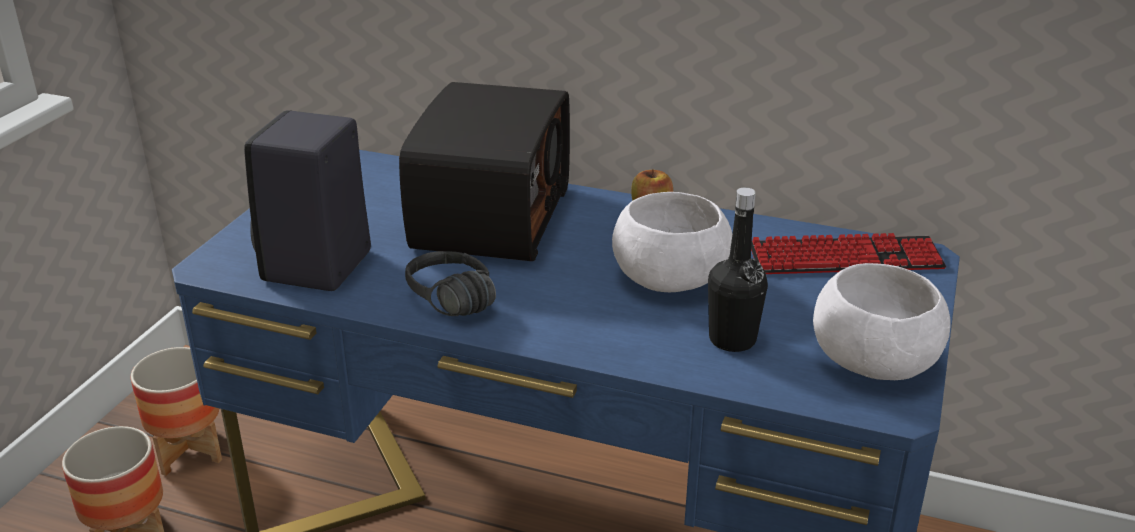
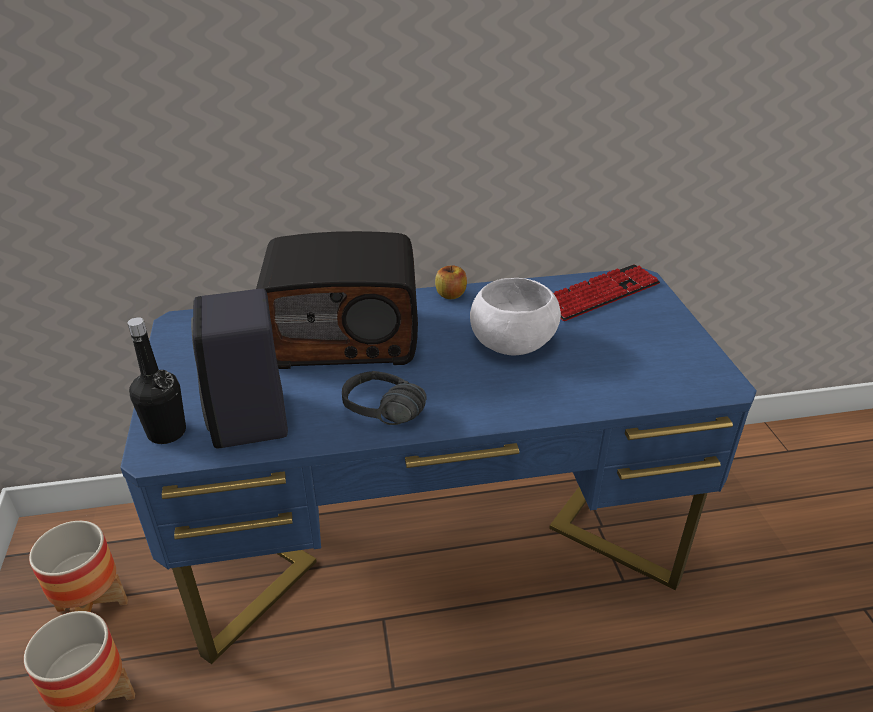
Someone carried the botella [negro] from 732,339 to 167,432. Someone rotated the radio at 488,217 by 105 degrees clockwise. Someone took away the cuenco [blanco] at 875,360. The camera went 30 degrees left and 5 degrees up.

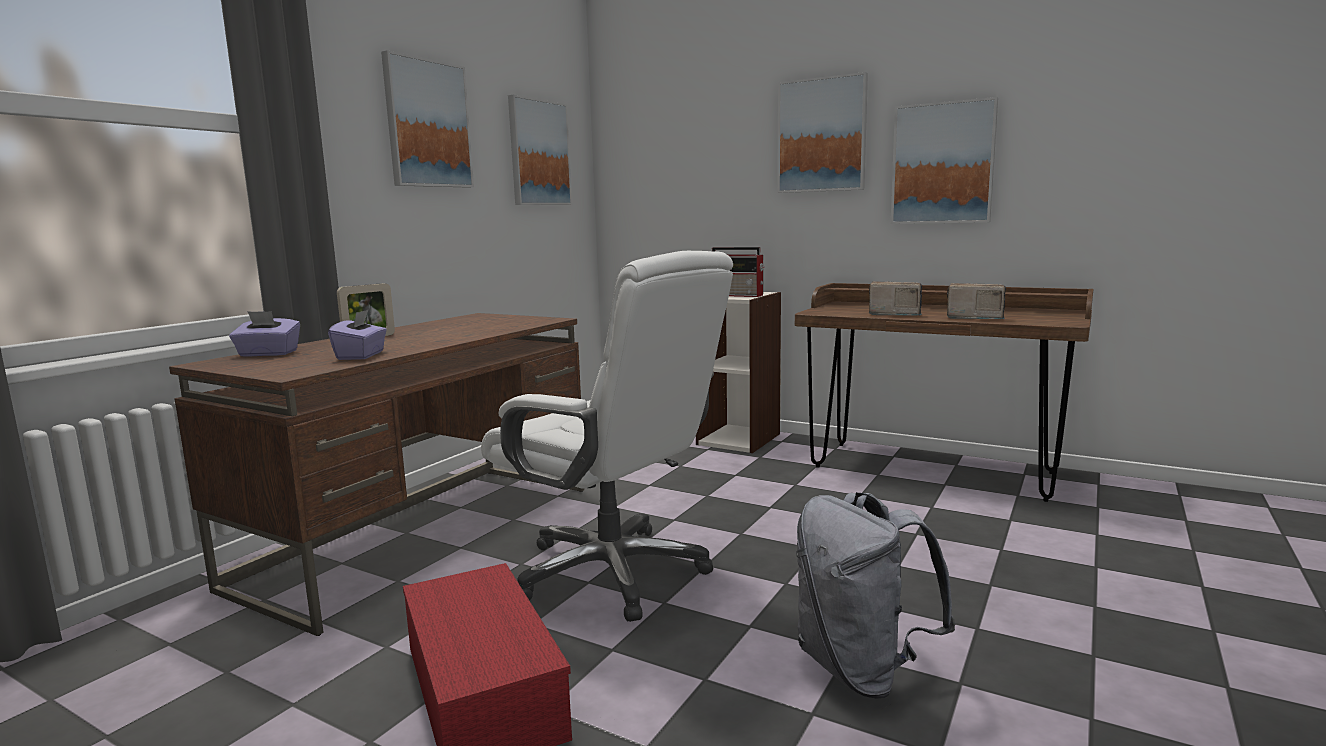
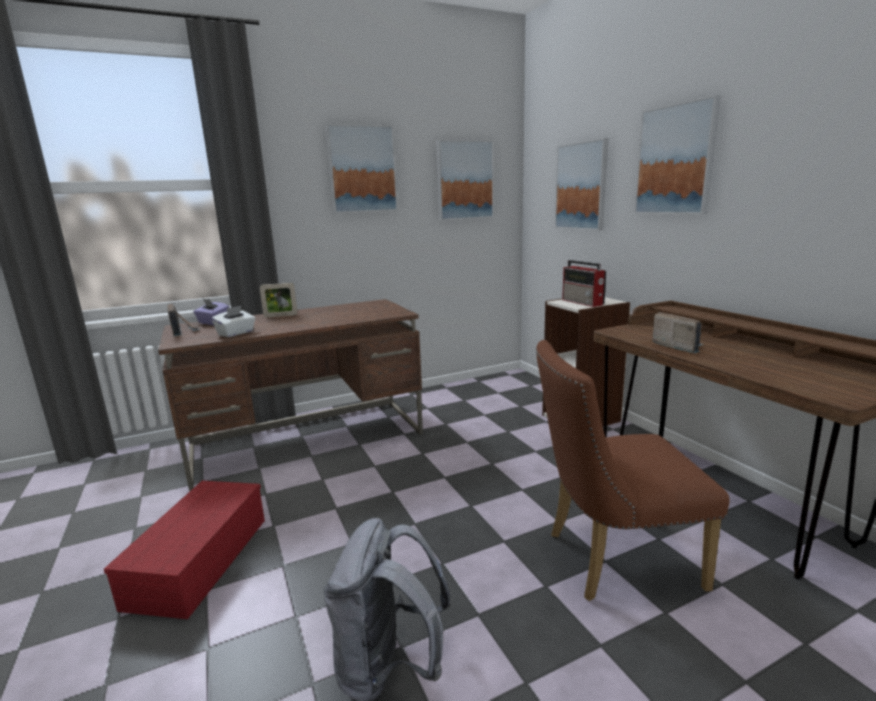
Someone carried the radio from 973,318 to 183,331. Someone repainted the caja de pañuelos [morado] at 361,356, which became the caja de pañuelos [blanco] at 236,333. Someone put down the silla [marrón] at 611,559. Someone carried the cuadro from 942,163 to 581,186. Someone took away the silla de oficina [blanco] at 613,572. The camera went 35 degrees right and 5 degrees up.

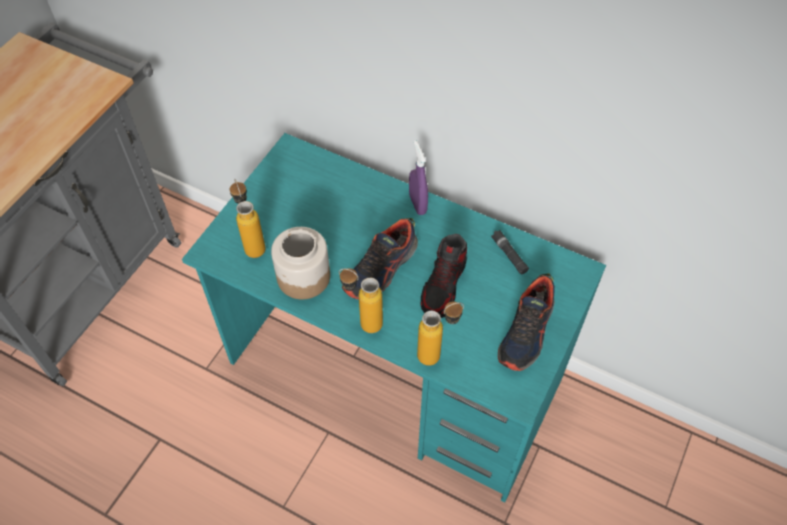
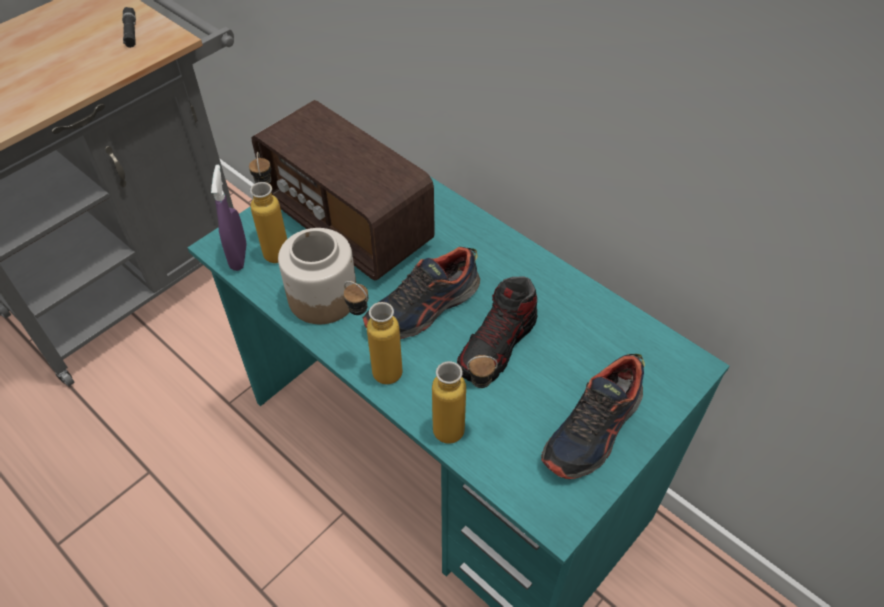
Someone carried the linterna [negro] from 509,255 to 131,32. Someone carried the pulverizador [morado] from 417,204 to 239,257. Someone put down the radio at 349,223. The camera went 15 degrees right and 5 degrees down.

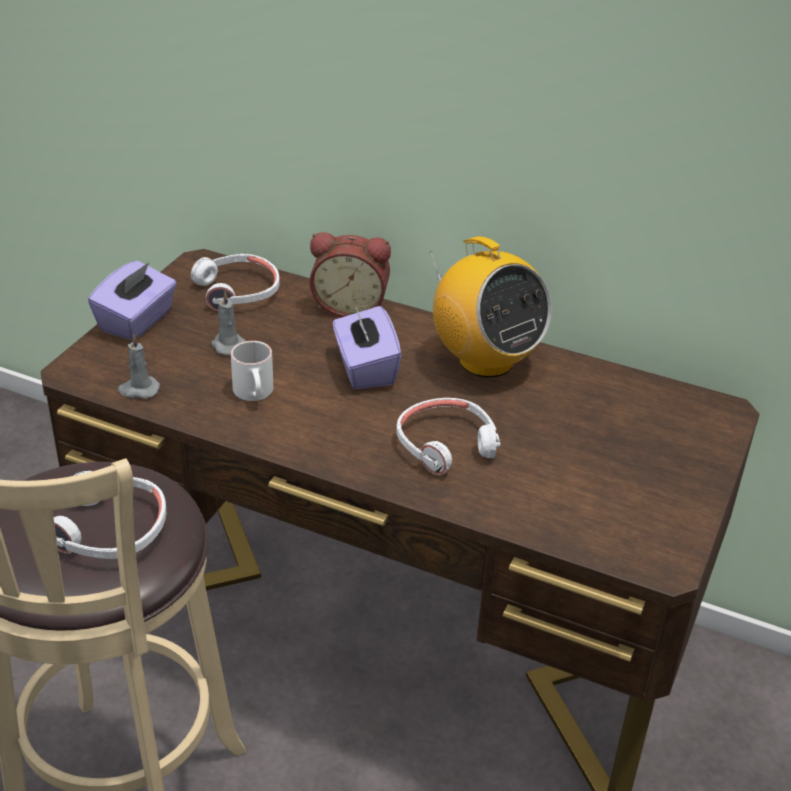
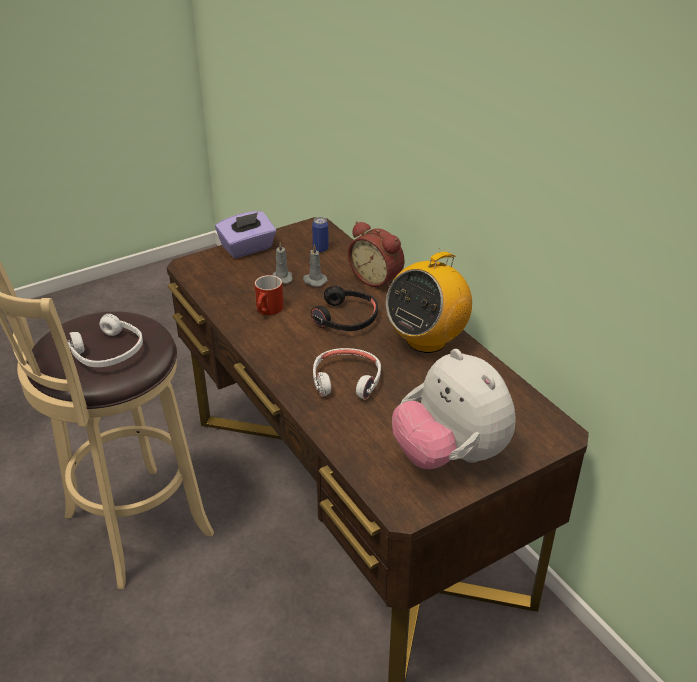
Someone repainted the taza grande [blanco] at 256,394, which became the taza grande [rojo] at 268,311. Someone carried the vela [gris] from 138,390 to 314,281. Someone swapped the caja de pañuelos [morado] at 365,368 for the auriculares [negro] at 346,318. Someone swapped the auriculares [blanco] at 238,291 for the lata at 320,249. Someone rotated the radio at 485,361 by 45 degrees clockwise. Someone put down the peluche at 450,455. The camera went 35 degrees right and 0 degrees up.

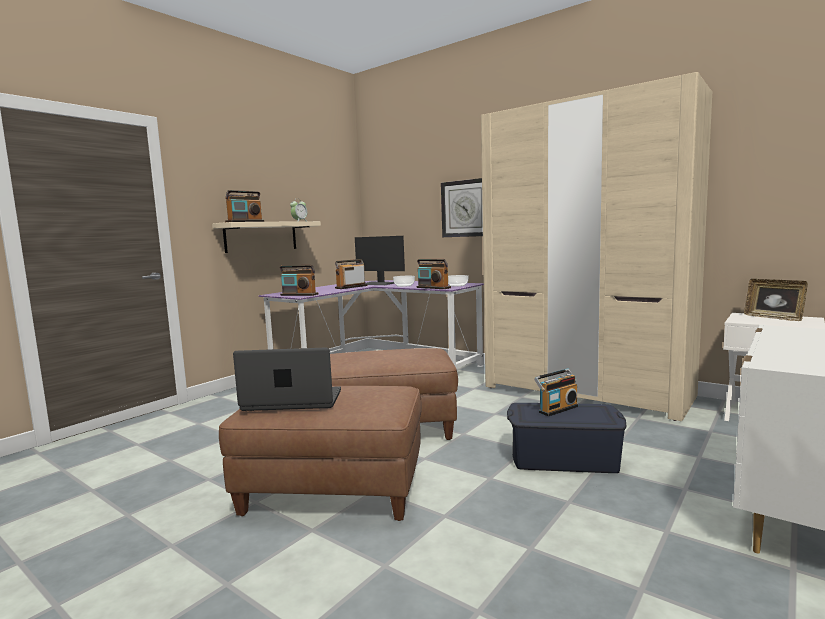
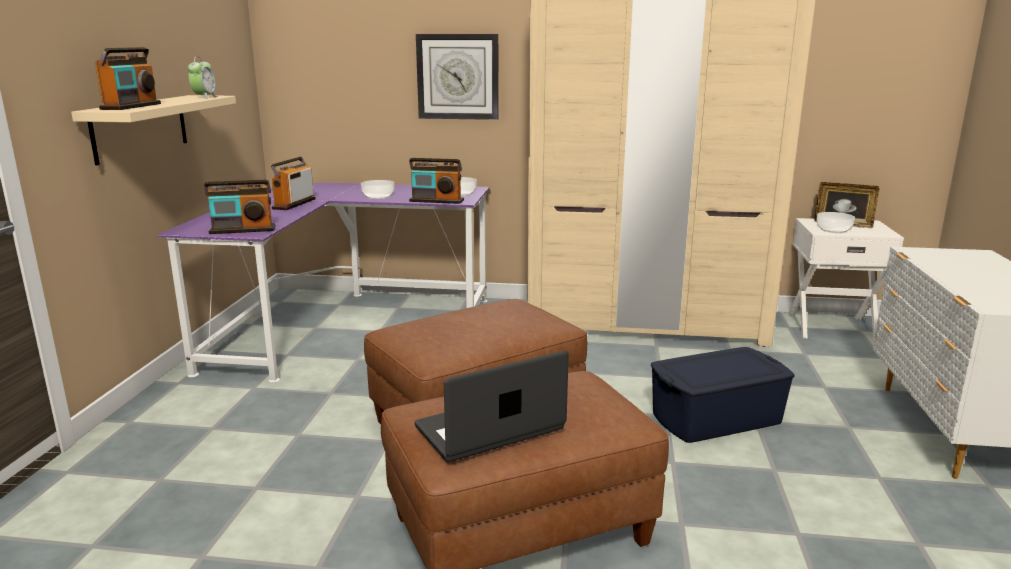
Someone put down the cuenco at 833,230. Someone took away the monitor at 378,283. Someone took away the radio at 557,409. The camera went 30 degrees left and 10 degrees up.

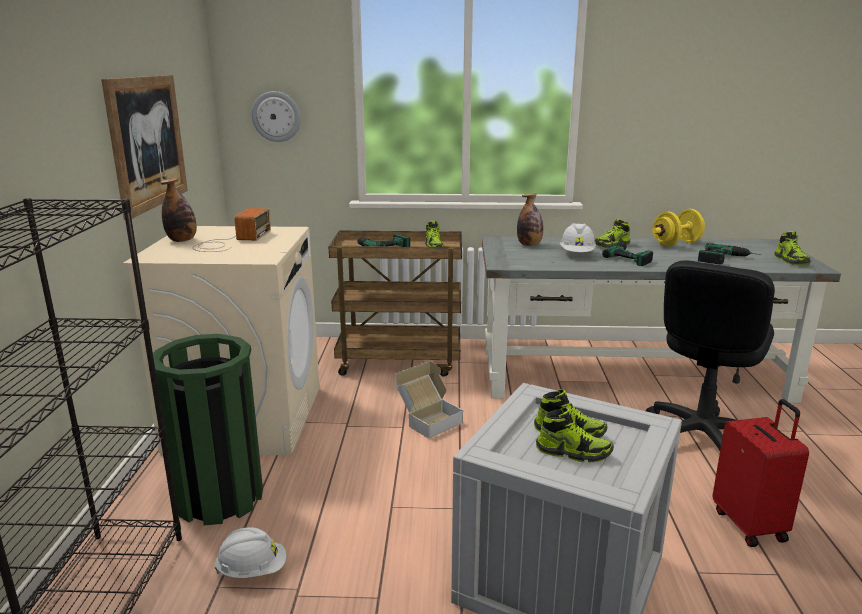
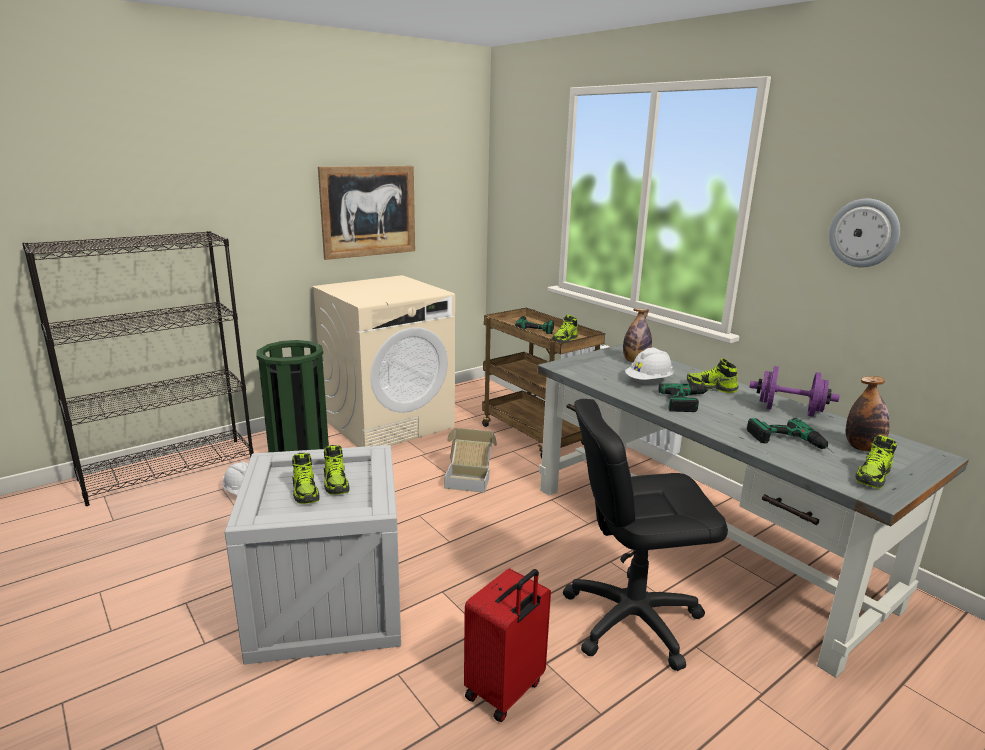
Someone repainted the mancuerna [amarillo] at 676,244, which became the mancuerna [morado] at 789,411. Someone carried the reloj de pared from 276,116 to 864,233. Someone carried the botella from 182,240 to 862,448. Someone took away the radio at 231,241. The camera went 50 degrees right and 0 degrees up.

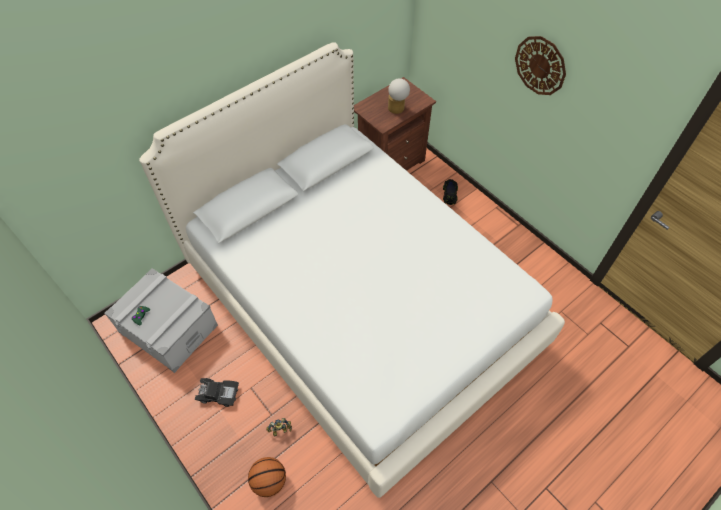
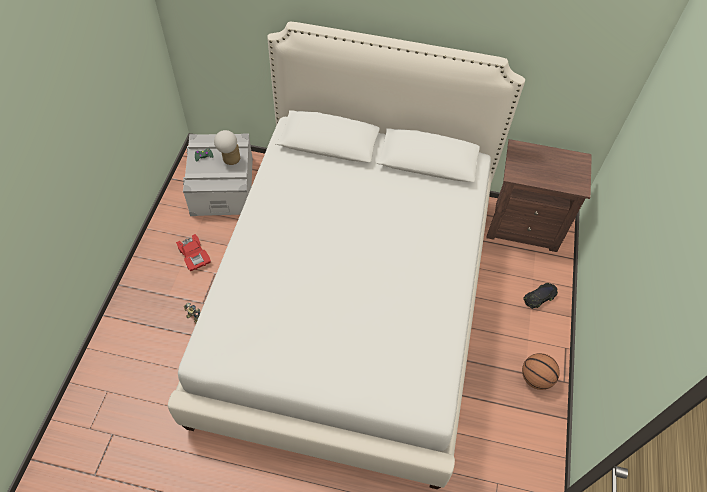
Someone repainted the coche de juguete [negro] at 218,393, which became the coche de juguete [rojo] at 194,255. Someone carried the lámpara de mesa from 397,110 to 229,160. Someone carried the balón de baloncesto from 269,481 to 535,378. Someone took away the reloj de pared at 540,65. The camera went 50 degrees right and 0 degrees up.

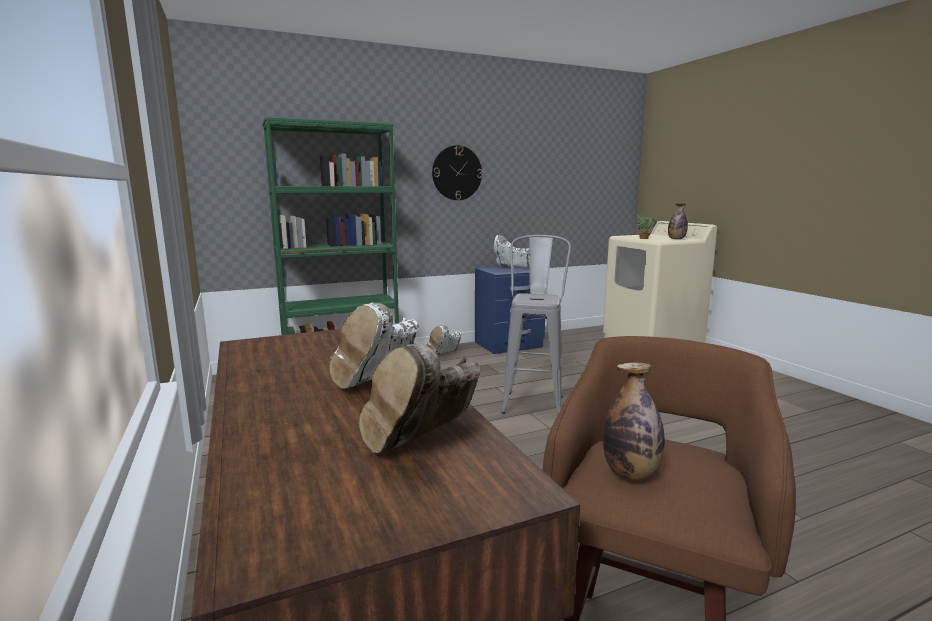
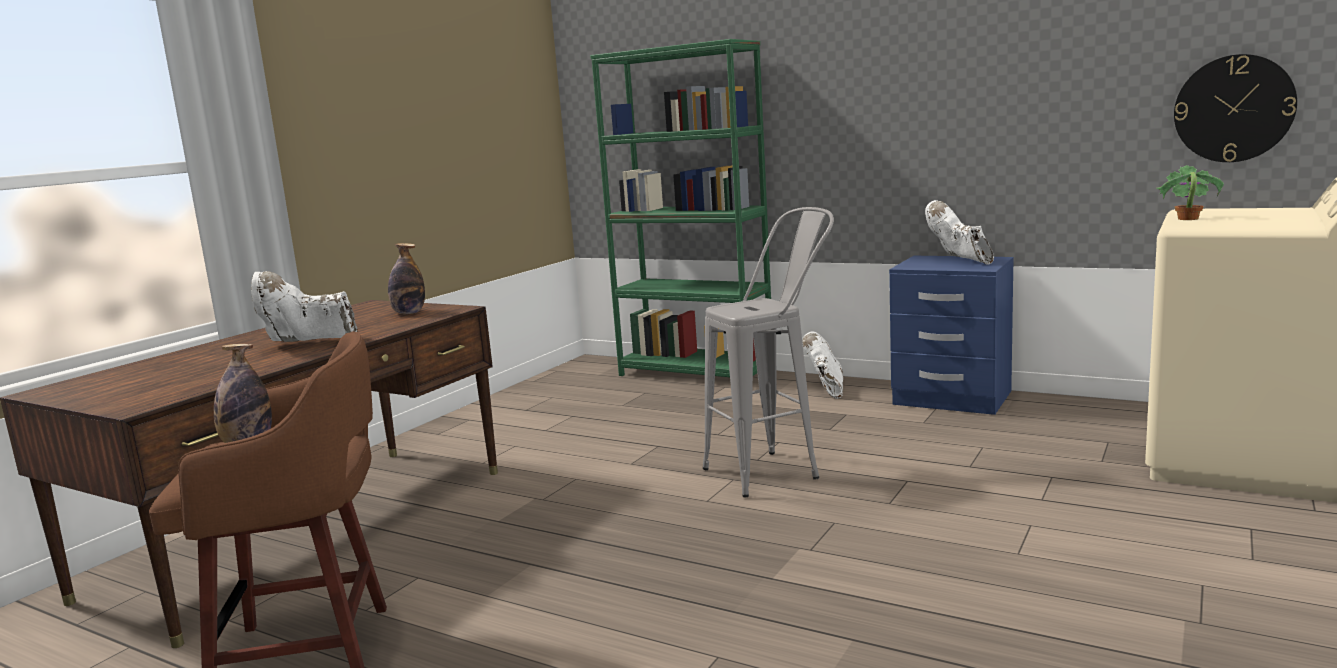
Someone carried the botella from 676,239 to 409,313. Someone rotated the bota [blanco] at 444,355 by 90 degrees clockwise. Someone carried the reloj de pared from 457,173 to 1233,108. Someone took away the bota [marrón] at 423,444. The camera went 55 degrees right and 0 degrees up.

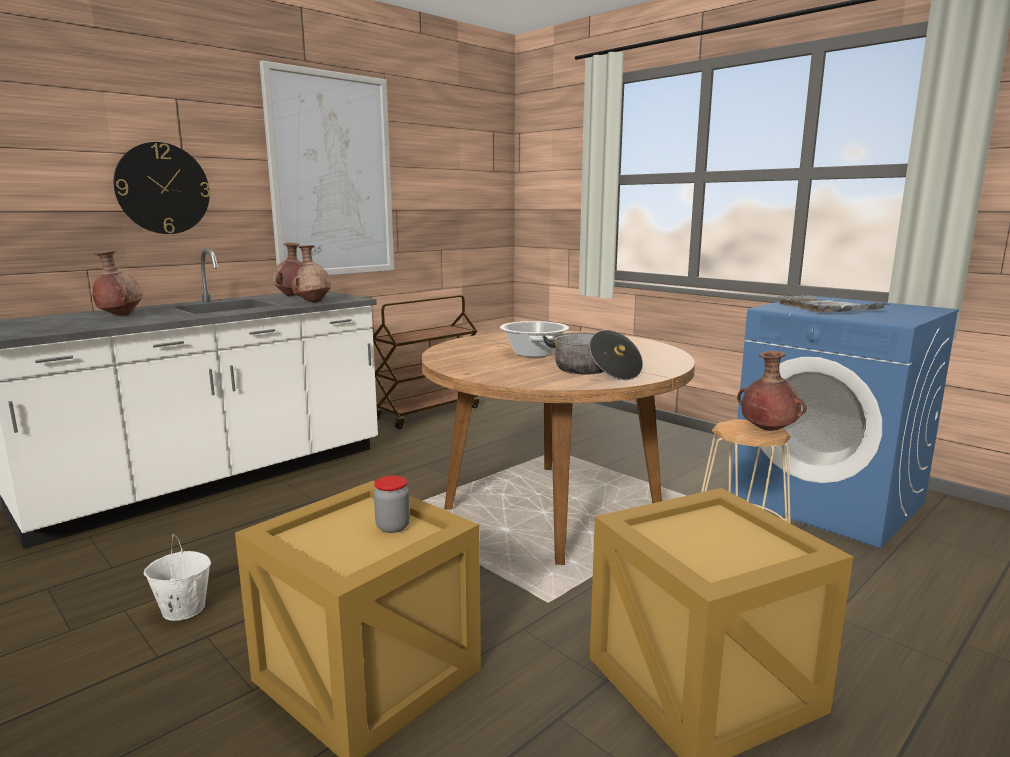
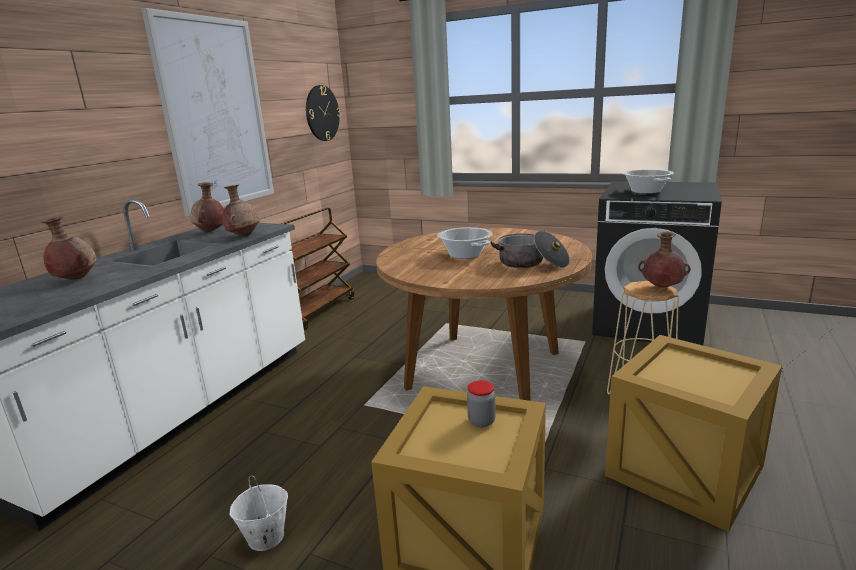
Someone carried the reloj de pared from 163,188 to 322,113. Someone repainted the lavadora [azul] at 828,501, which became the lavadora [negro] at 649,323. Someone swapped the bandeja [gris] at 827,308 for the olla at 645,191. The camera went 20 degrees left and 5 degrees up.

